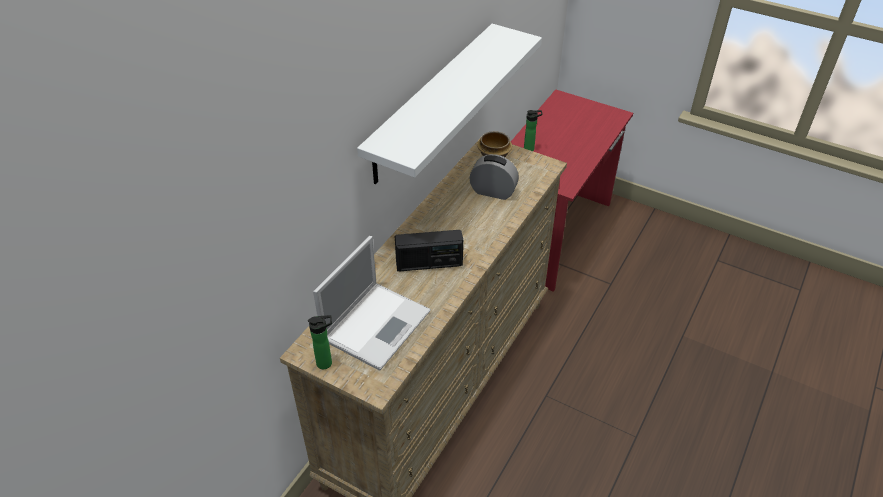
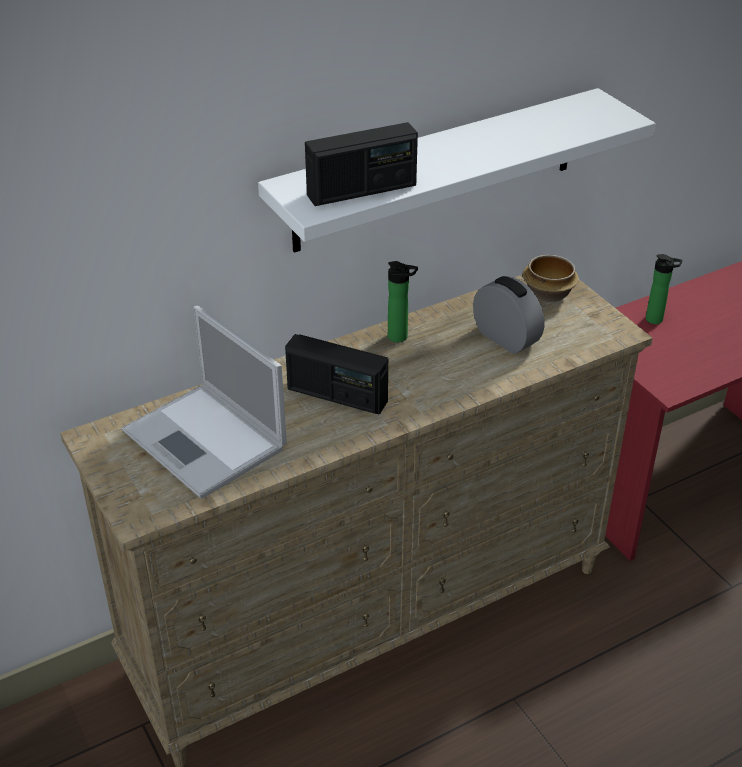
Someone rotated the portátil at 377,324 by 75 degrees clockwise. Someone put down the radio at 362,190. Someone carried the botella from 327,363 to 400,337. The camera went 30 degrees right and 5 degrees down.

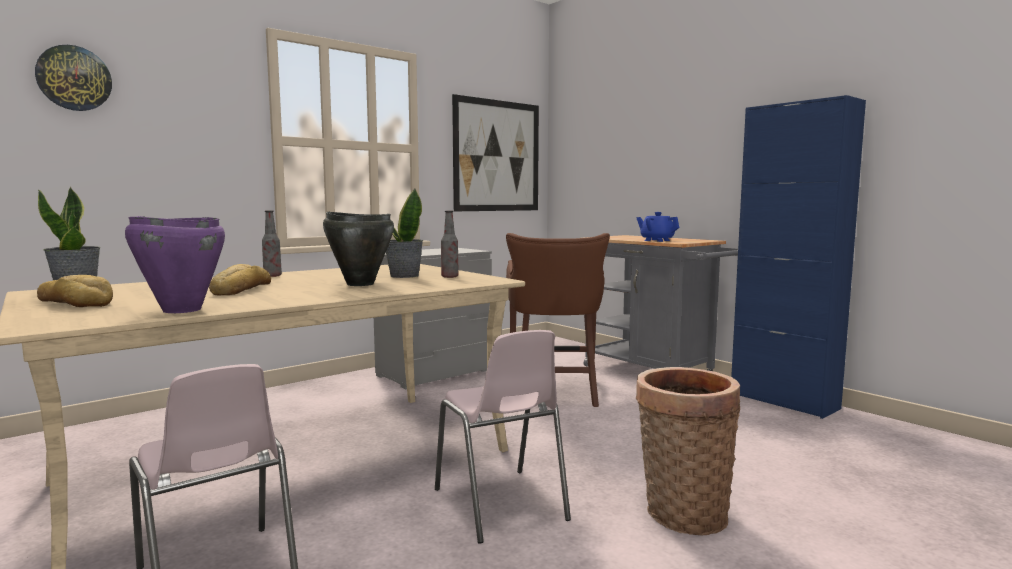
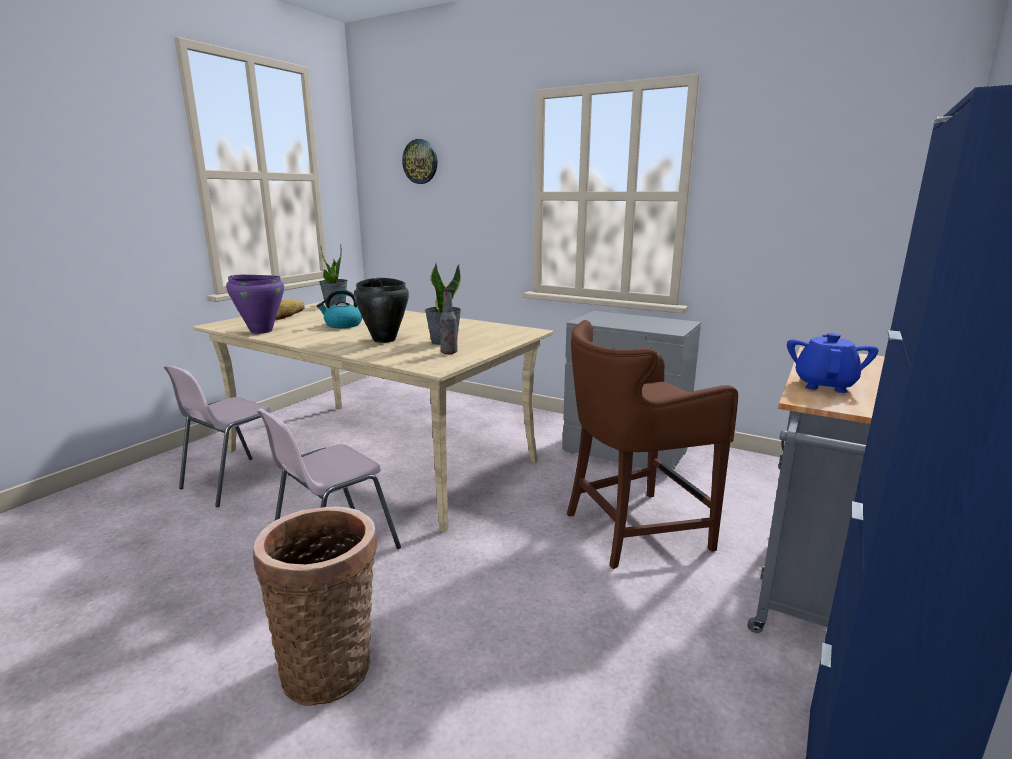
Someone swapped the pan at 239,290 for the hervidor at 342,325. Someone took away the botella at 272,276. Someone took away the cuadro at 497,156. The camera went 70 degrees right and 10 degrees up.

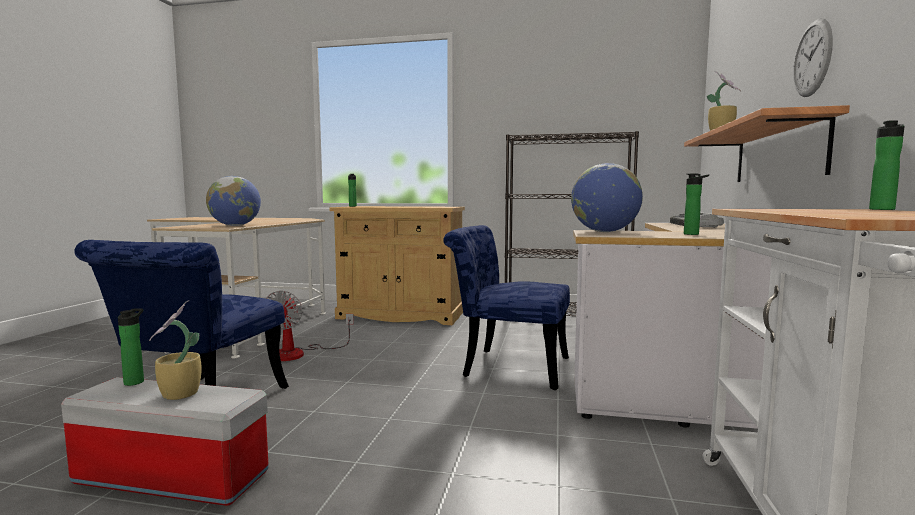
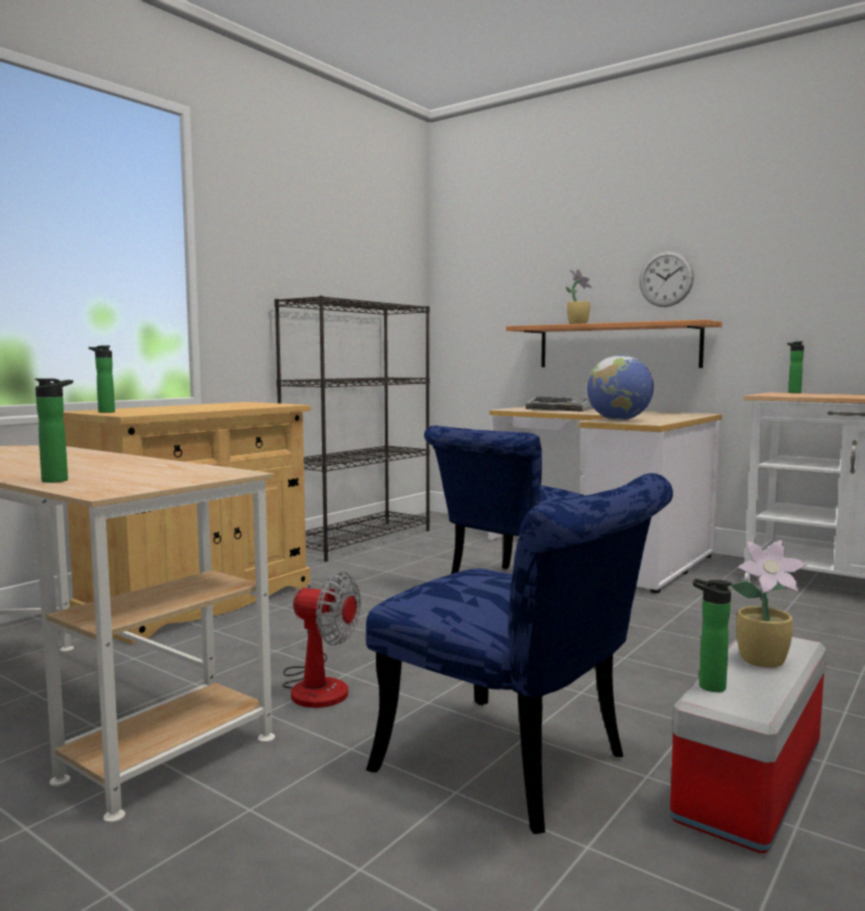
Someone carried the botella from 693,234 to 59,480. Someone took away the globo terráqueo at 235,226. The camera went 65 degrees left and 0 degrees up.

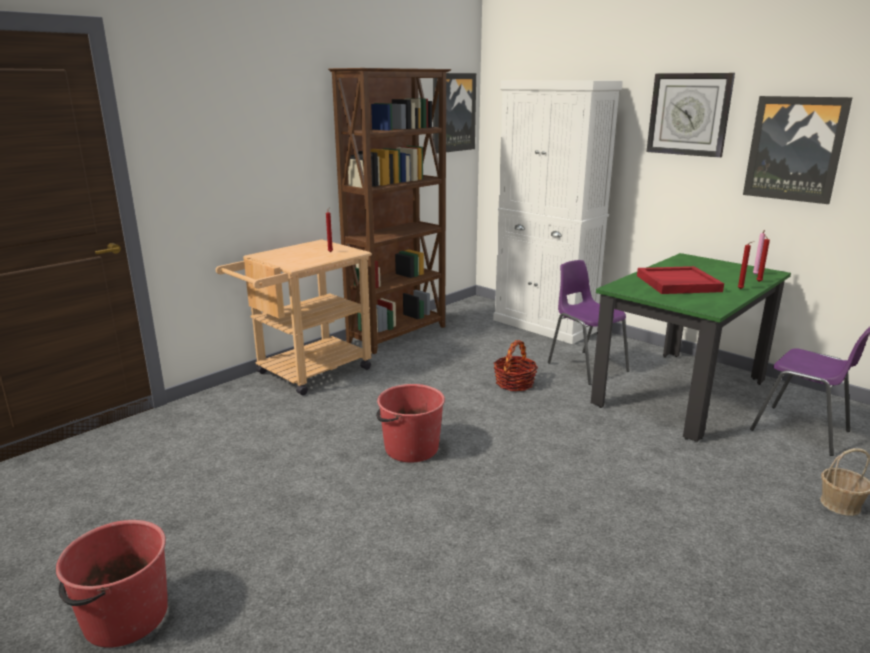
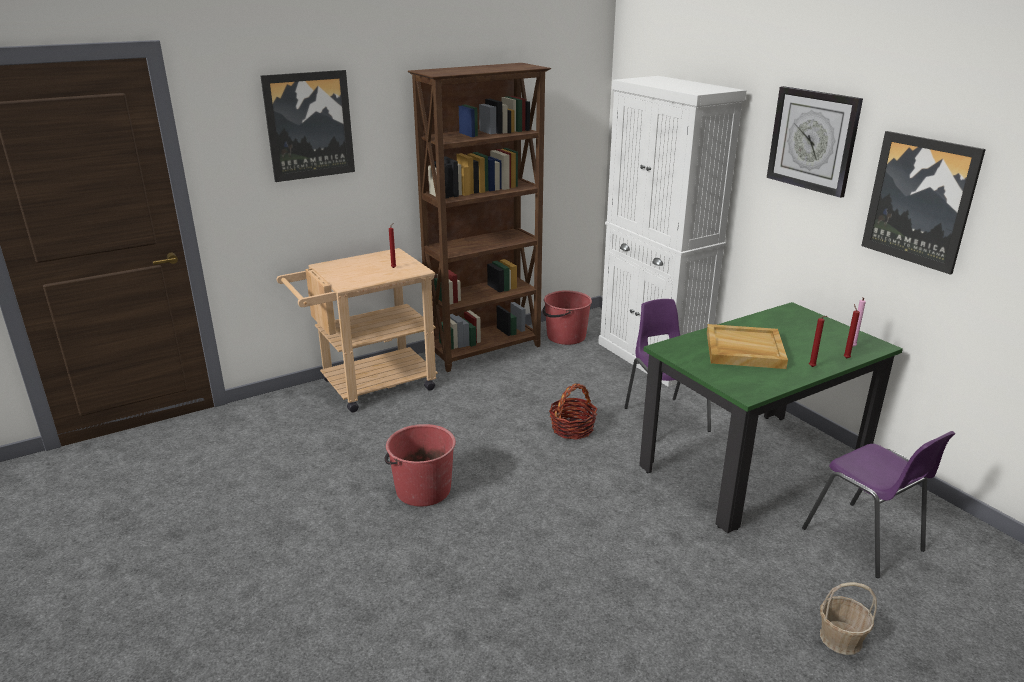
Someone carried the cuadro from 453,112 to 309,125. Someone carried the cubo [rojo] from 124,617 to 565,336. Someone repainted the bandeja [rojo] at 677,283, which became the bandeja [beis] at 743,350. The camera went 15 degrees right and 5 degrees up.

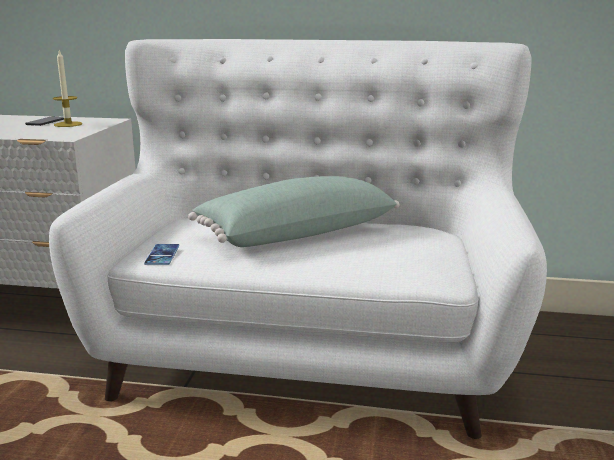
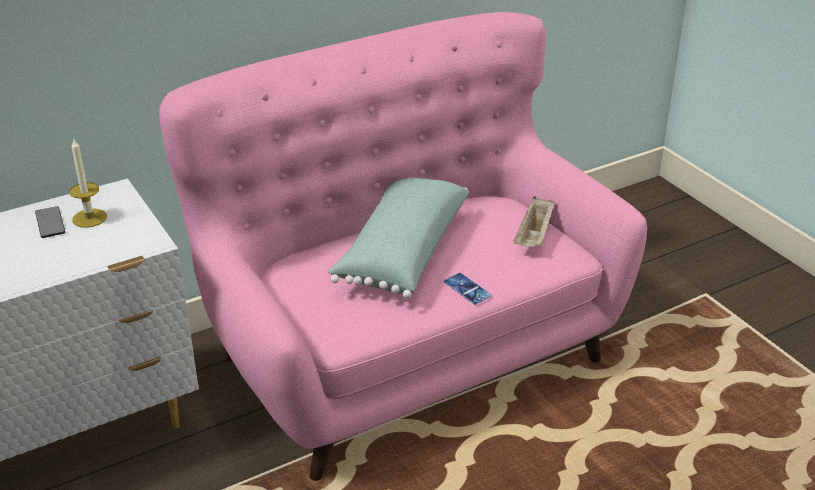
Someone repainted the sofá [blanco] at 307,354, which became the sofá [rosa] at 409,352. Someone carried the móvil from 162,255 to 467,289. Someone put down the bandeja [beis] at 534,236. The camera went 40 degrees left and 15 degrees up.

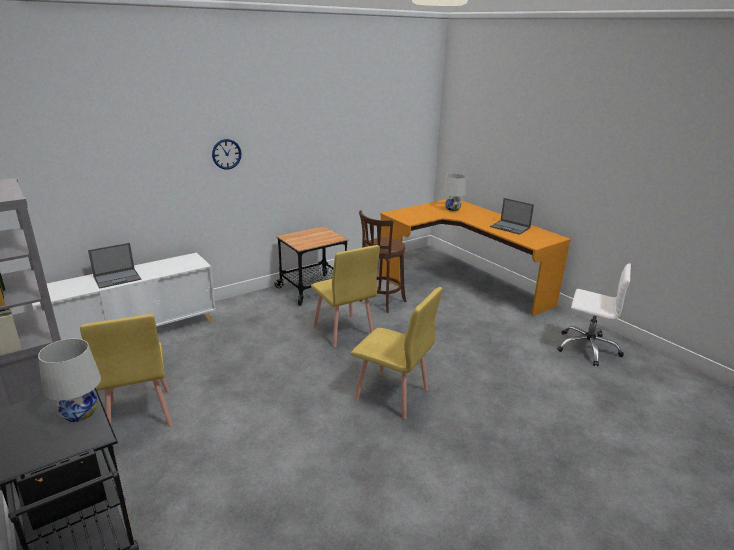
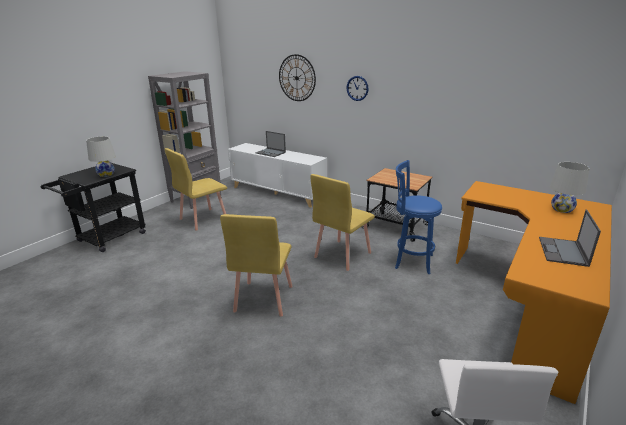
Someone put up the reloj de pared at 297,78. Someone repainted the taburete [marrón] at 381,302, which became the taburete [azul] at 411,261. The camera went 70 degrees right and 0 degrees up.

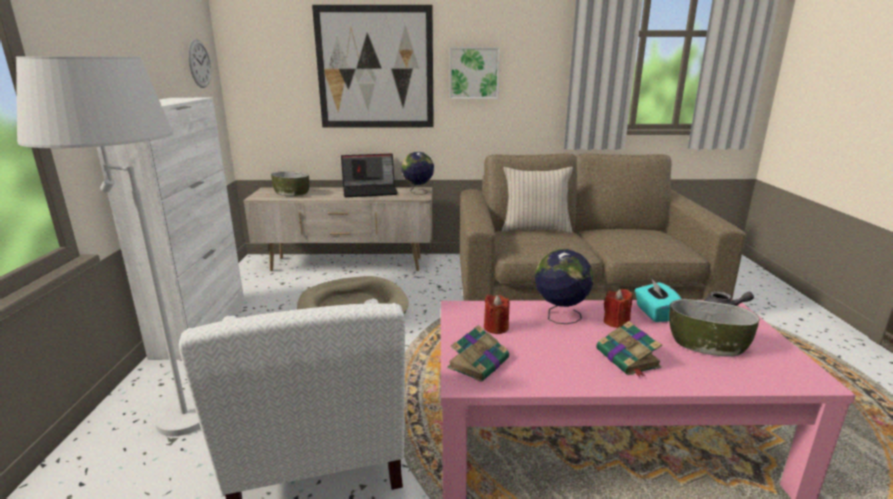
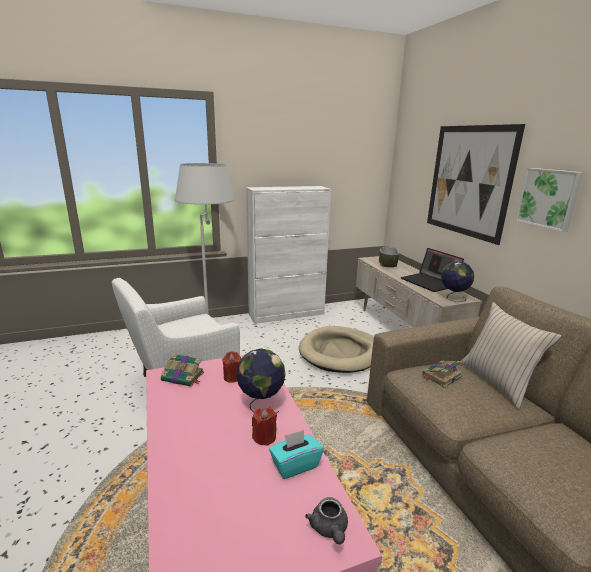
Someone carried the libro from 628,359 to 441,376. Someone took away the reloj de pared at 199,64. Someone took away the cuenco at 707,344. The camera went 70 degrees right and 0 degrees up.

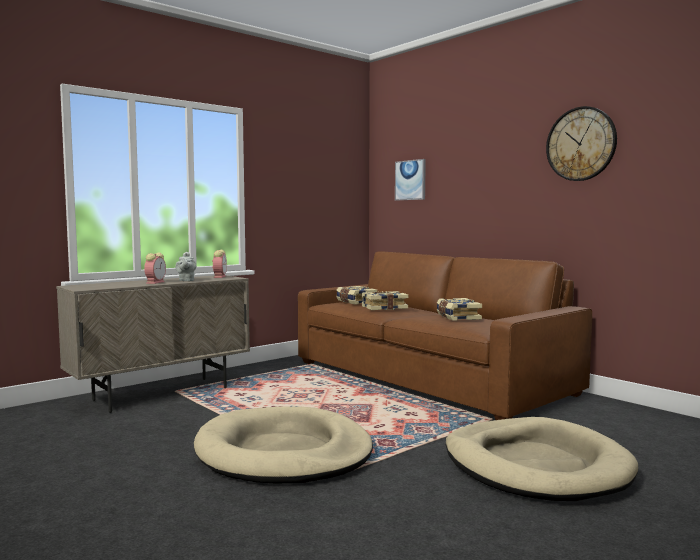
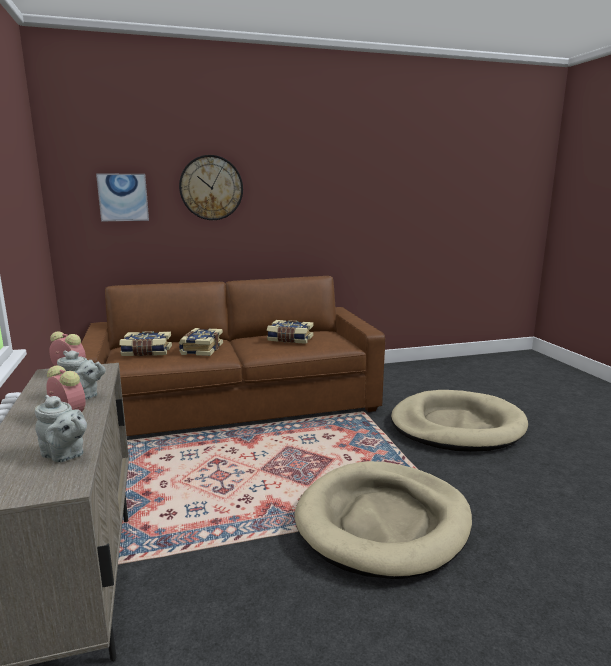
Someone put down the tetera [gris] at 65,455. Someone carried the reloj de pared from 581,144 to 211,188. The camera went 65 degrees left and 10 degrees up.

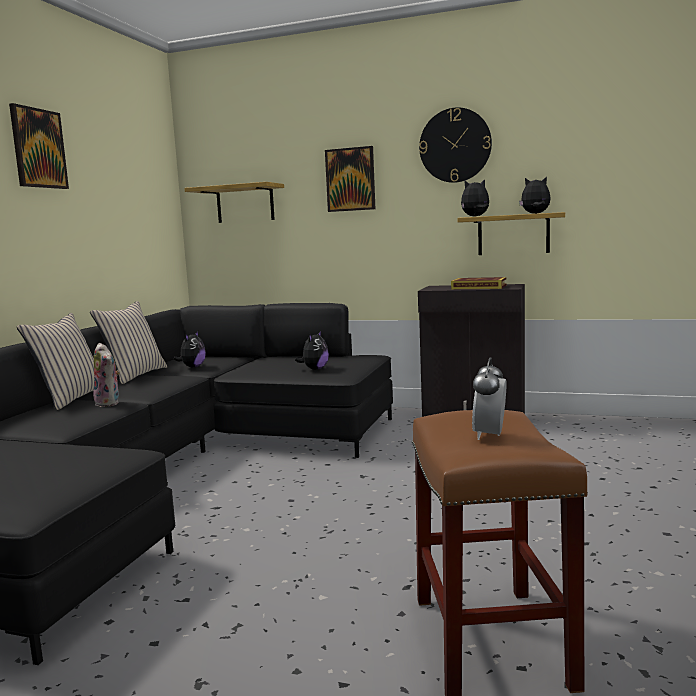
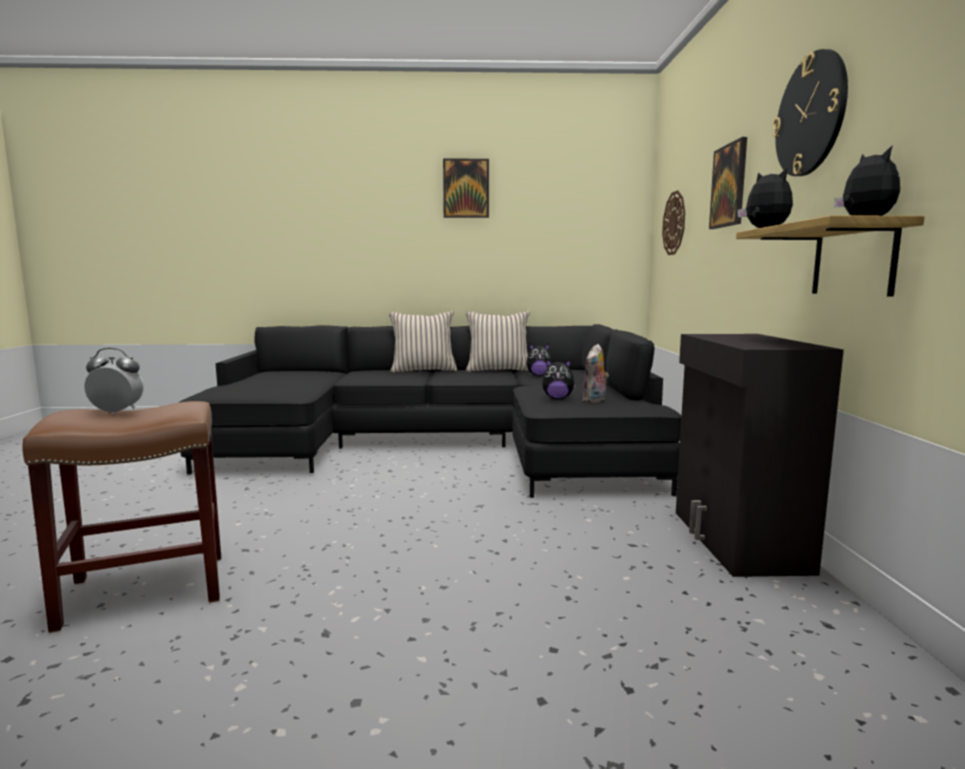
Someone carried the peluche from 109,403 to 595,400. Someone swapped the estante at 245,204 for the reloj de pared at 674,223. Someone took away the libro at 479,287. The camera went 70 degrees right and 0 degrees up.

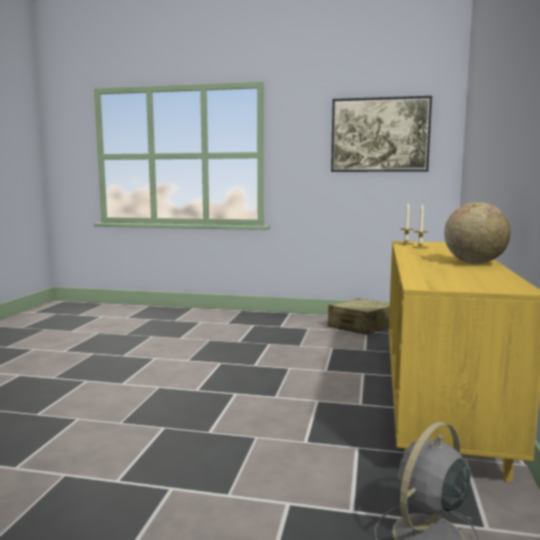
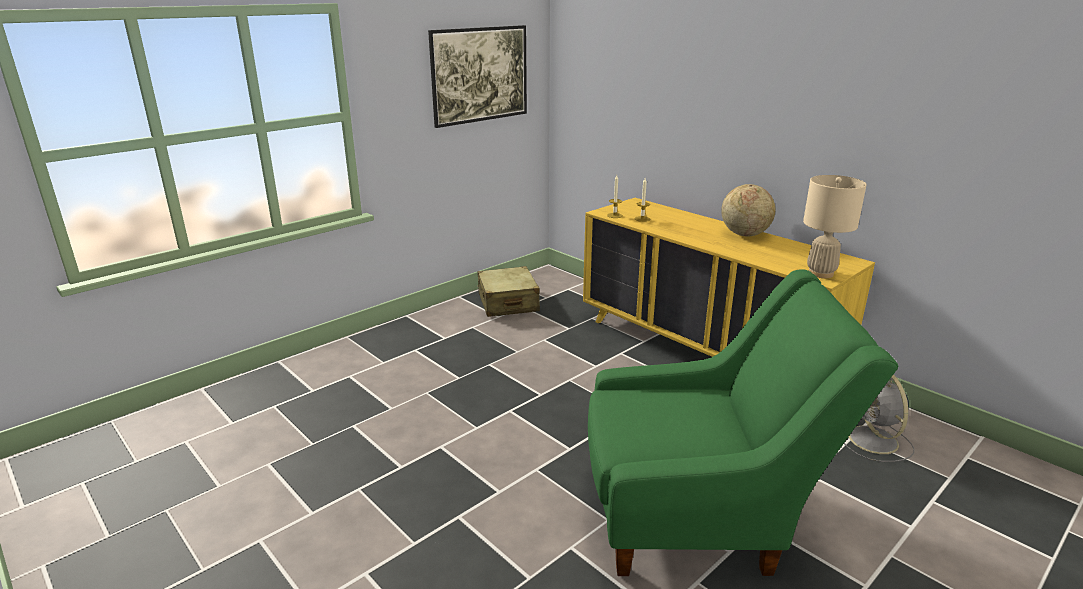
Someone put down the sillón [verde] at 699,513. Someone put down the lámpara de mesa [beis] at 820,273. The camera went 55 degrees left and 15 degrees up.

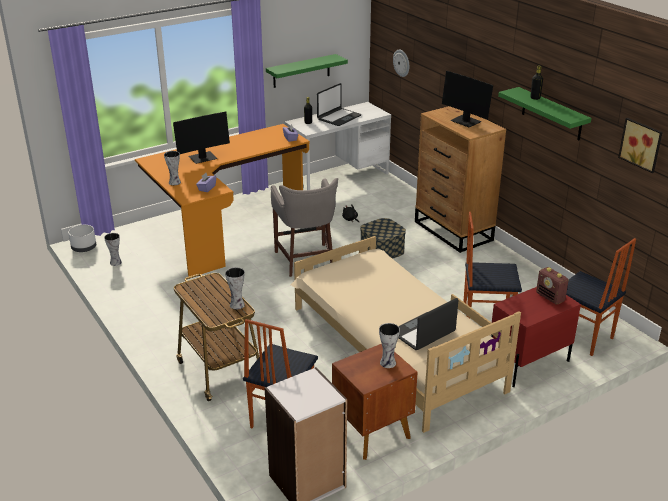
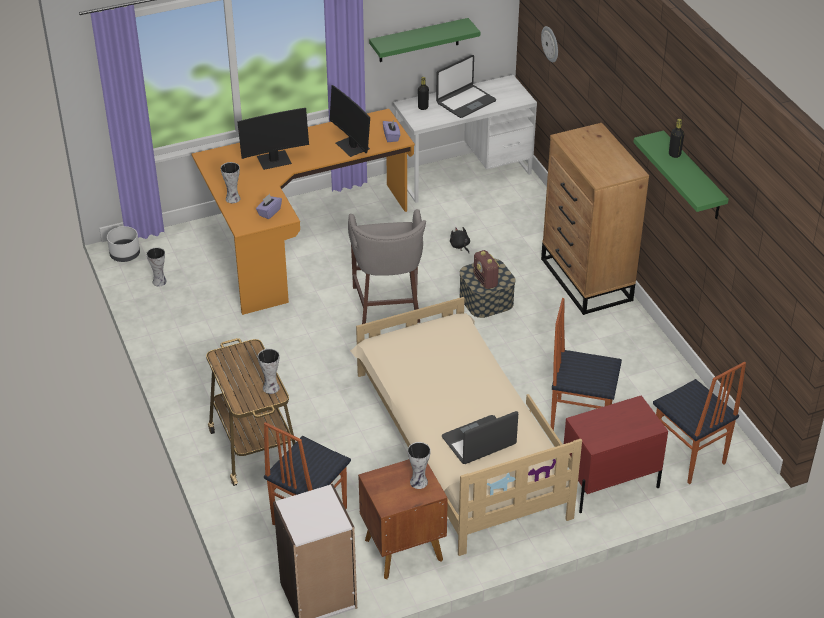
Someone carried the monitor from 465,122 to 352,147. Someone carried the radio from 550,297 to 485,281. Someone took away the cuadro at 641,144. The camera went 10 degrees right and 10 degrees up.

